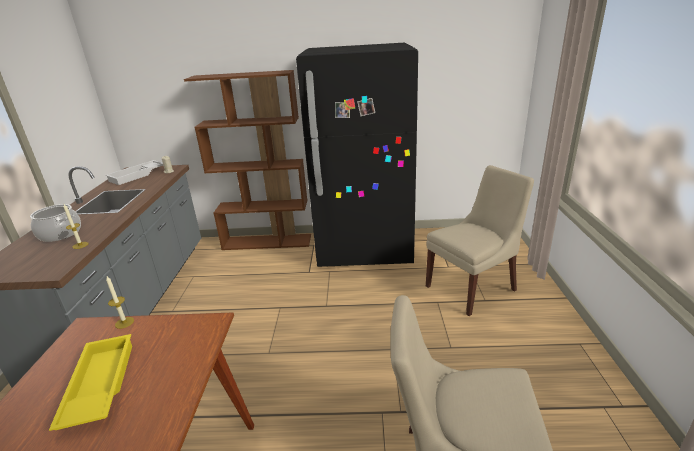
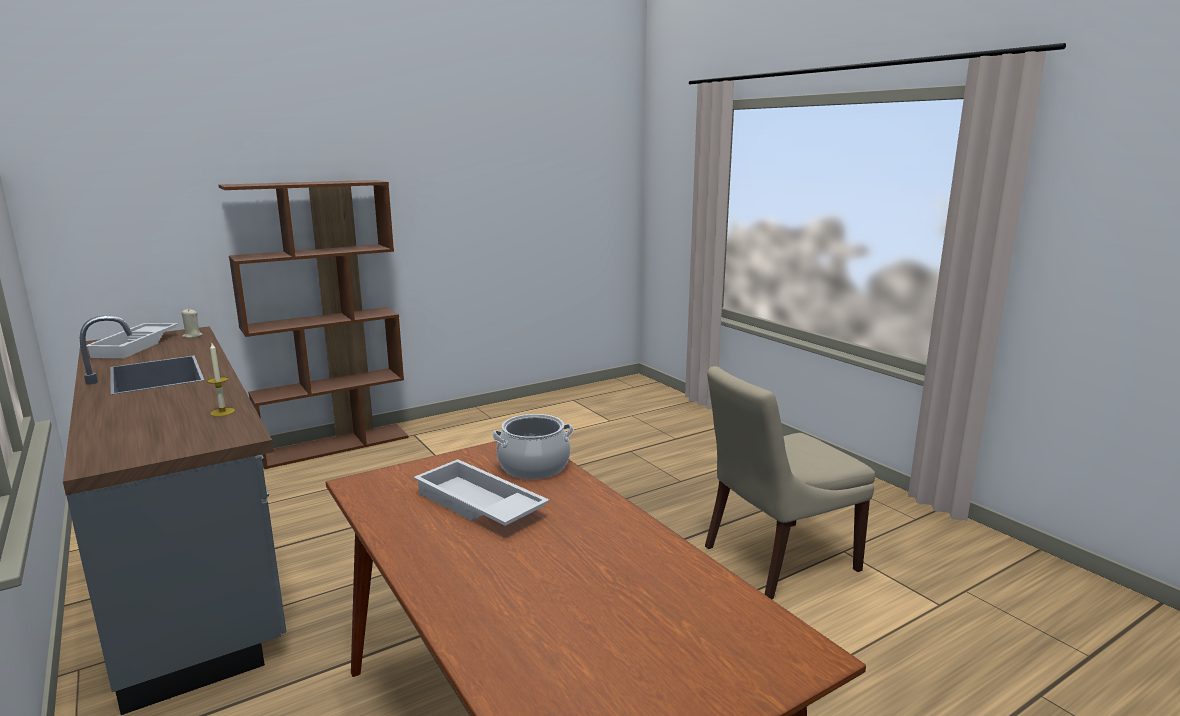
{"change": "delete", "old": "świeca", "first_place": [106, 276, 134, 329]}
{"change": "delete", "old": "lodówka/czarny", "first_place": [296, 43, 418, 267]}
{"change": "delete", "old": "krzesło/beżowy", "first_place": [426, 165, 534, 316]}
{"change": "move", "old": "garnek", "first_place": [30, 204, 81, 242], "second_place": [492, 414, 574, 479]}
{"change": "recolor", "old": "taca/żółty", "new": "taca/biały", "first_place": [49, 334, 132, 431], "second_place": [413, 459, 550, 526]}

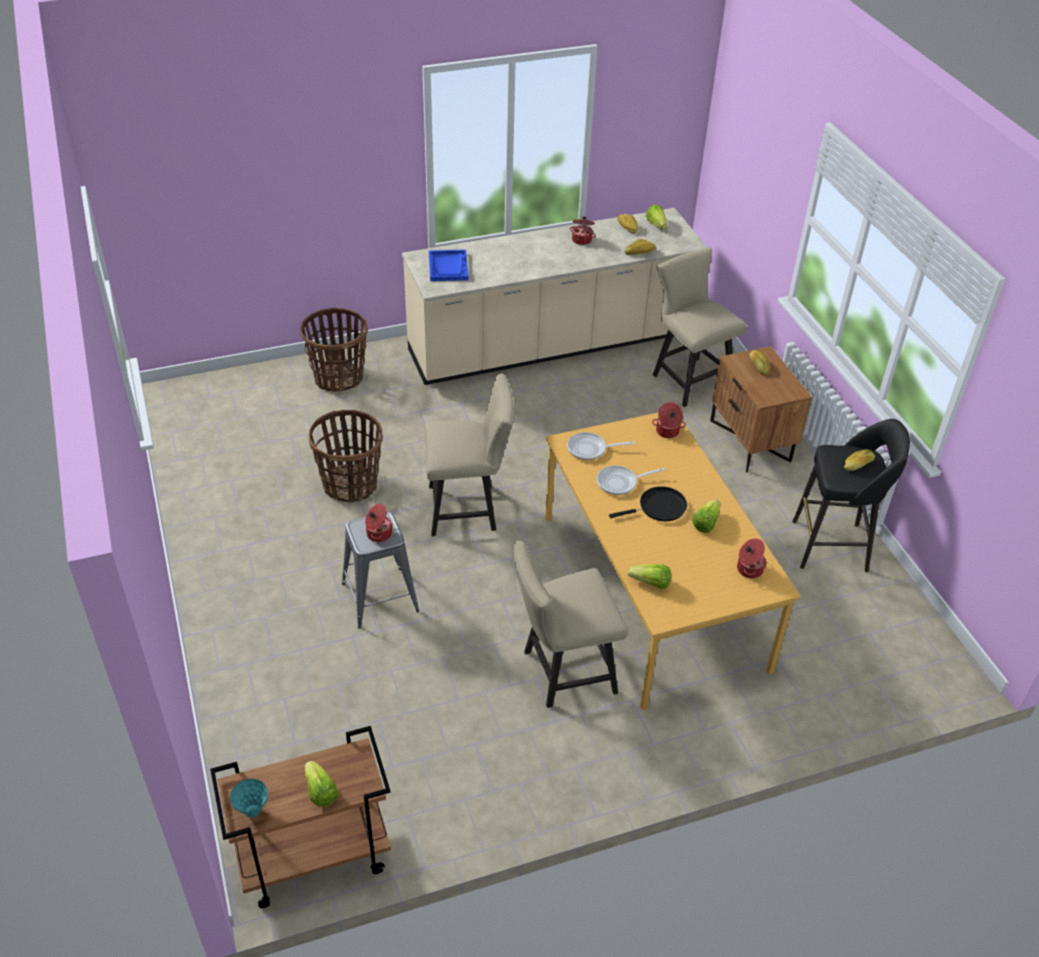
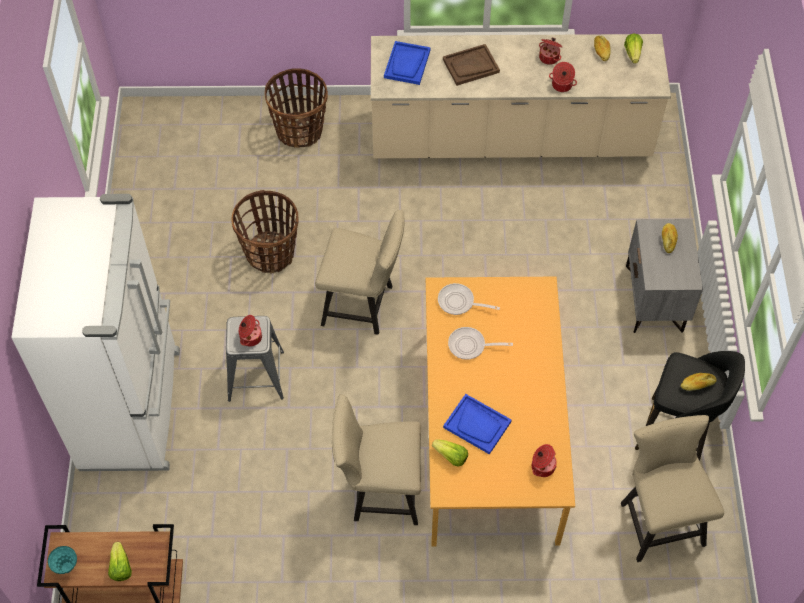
{"change": "delete", "old": "patelnia/czarny", "first_place": [609, 486, 687, 521]}
{"change": "delete", "old": "chleb", "first_place": [625, 239, 656, 255]}
{"change": "delete", "old": "sałata", "first_place": [692, 500, 721, 533]}
{"change": "insert", "new": "lodówka/biały", "second_place": [11, 194, 180, 471]}
{"change": "insert", "new": "taca/brązowy", "second_place": [443, 44, 500, 86]}
{"change": "insert", "new": "taca/niebieski", "second_place": [443, 394, 512, 455]}
{"change": "move", "old": "garnek", "first_place": [652, 402, 686, 438], "second_place": [549, 62, 577, 92]}
{"change": "move", "old": "krzesło/beżowy", "first_place": [653, 247, 746, 407], "second_place": [621, 415, 724, 562]}
{"change": "recolor", "old": "szafka nocna/brązowy", "new": "szafka nocna/szary", "first_place": [710, 346, 812, 473], "second_place": [626, 219, 703, 333]}

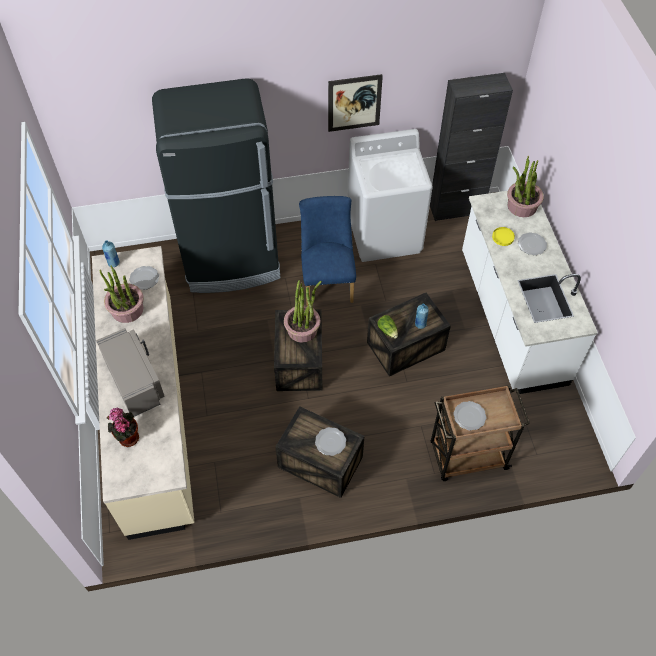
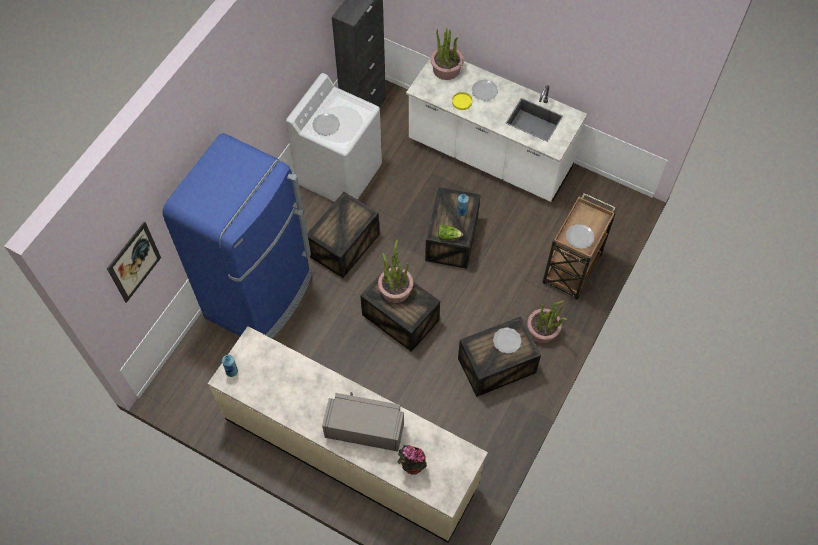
{"change": "move", "old": "roślina doniczkowa", "first_place": [100, 265, 144, 323], "second_place": [527, 300, 567, 344]}
{"change": "move", "old": "talerz", "first_place": [129, 266, 159, 290], "second_place": [312, 113, 340, 135]}
{"change": "move", "old": "obraz", "first_place": [328, 74, 383, 132], "second_place": [107, 221, 161, 303]}
{"change": "replace", "old": "krzesło/niebieski", "new": "skrzynka", "first_place": [299, 196, 356, 306], "second_place": [307, 192, 380, 278]}
{"change": "recolor", "old": "lodówka/czarny", "new": "lodówka/niebieski", "first_place": [152, 78, 281, 293], "second_place": [162, 133, 312, 339]}

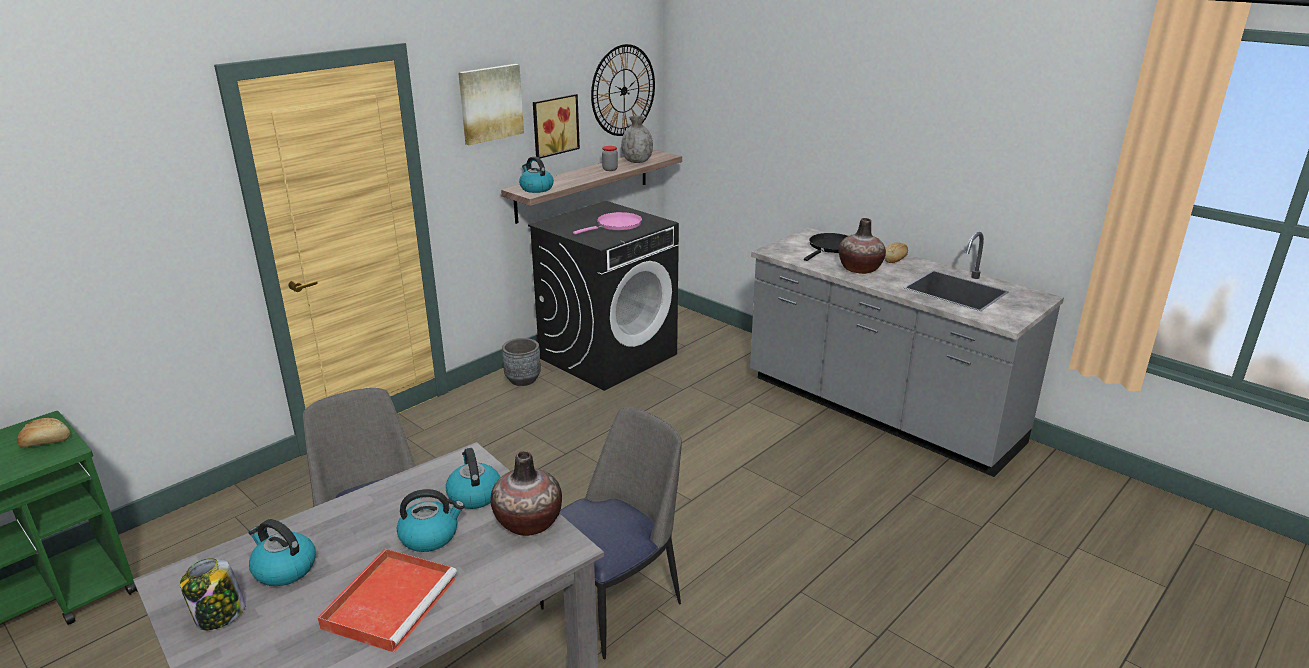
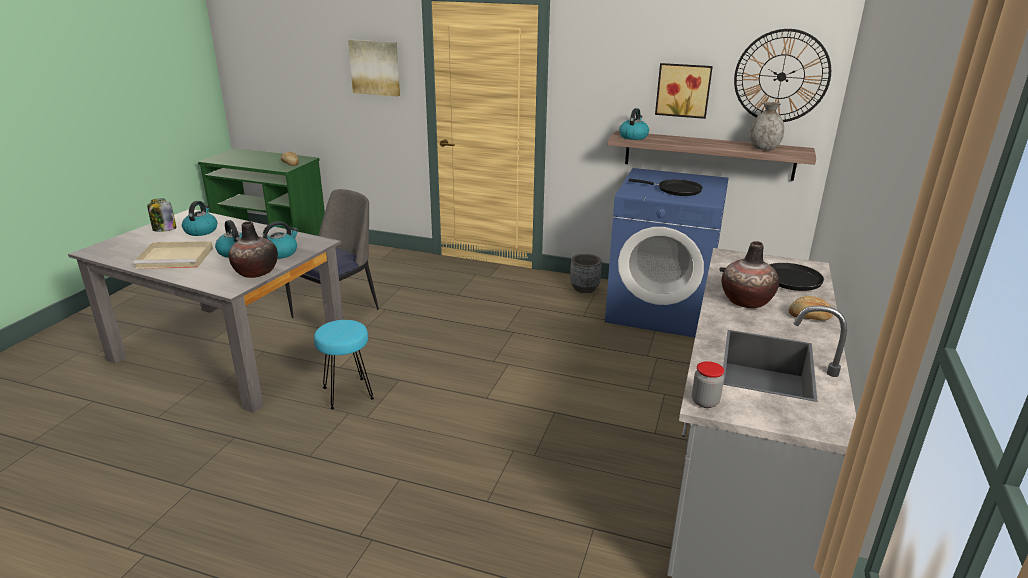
{"change": "move", "old": "obraz", "first_place": [458, 64, 524, 145], "second_place": [348, 40, 400, 97]}
{"change": "move", "old": "słoik", "first_place": [602, 146, 618, 171], "second_place": [692, 361, 724, 408]}
{"change": "replace", "old": "krzesło", "new": "stołek/turkusowy", "first_place": [540, 407, 682, 659], "second_place": [314, 320, 374, 409]}
{"change": "recolor", "old": "taca/czerwony", "new": "taca/beżowy", "first_place": [317, 549, 457, 653], "second_place": [134, 241, 213, 269]}
{"change": "recolor", "old": "pralka/czarny", "new": "pralka/niebieski", "first_place": [528, 201, 679, 391], "second_place": [605, 168, 729, 337]}
{"change": "recolor", "old": "patelnia/różowy", "new": "patelnia/czarny", "first_place": [573, 212, 642, 235], "second_place": [629, 179, 703, 196]}

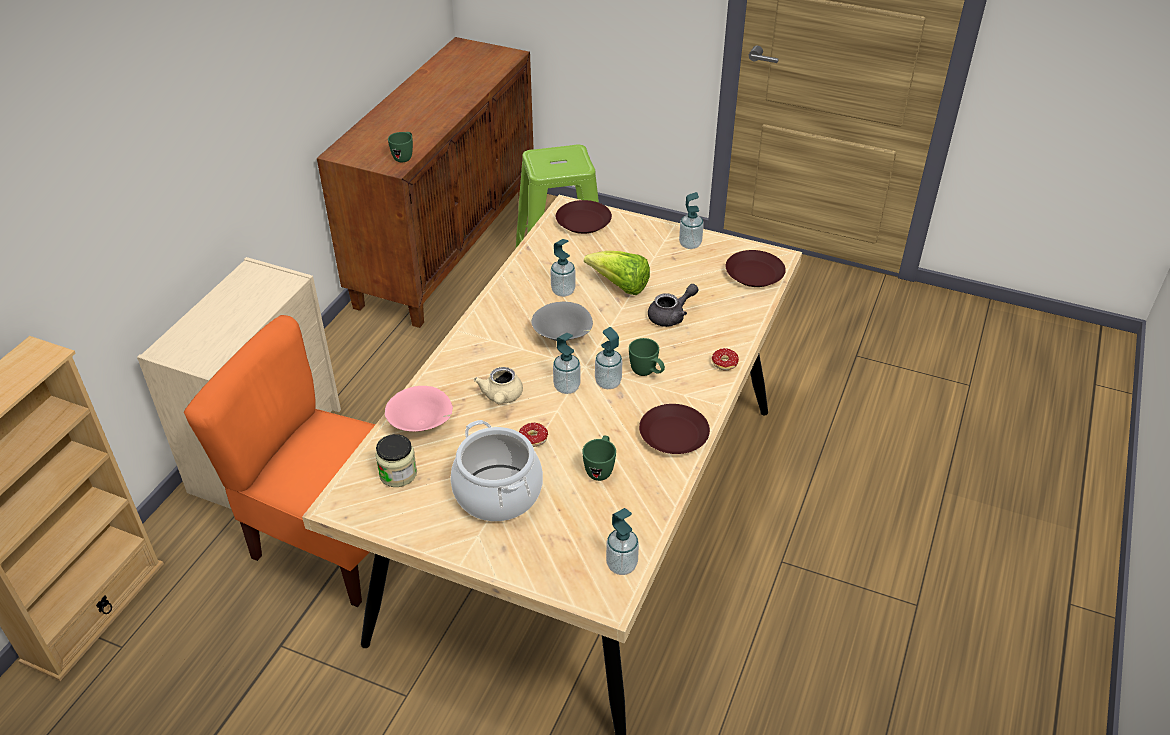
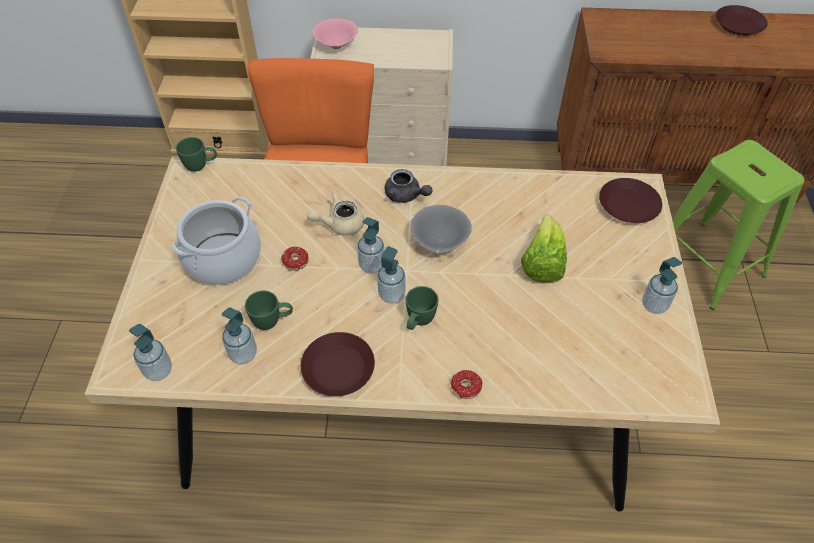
{"change": "delete", "old": "słoik", "first_place": [375, 434, 417, 487]}
{"change": "move", "old": "miska/różowy", "first_place": [385, 386, 453, 432], "second_place": [312, 18, 358, 49]}
{"change": "move", "old": "kubek/zielony", "first_place": [388, 132, 413, 163], "second_place": [176, 137, 217, 172]}
{"change": "move", "old": "dozownik mydła", "first_place": [550, 239, 576, 297], "second_place": [222, 307, 257, 365]}
{"change": "move", "old": "imbryk/szary", "first_place": [648, 284, 698, 327], "second_place": [385, 169, 433, 203]}
{"change": "move", "old": "talerz/brązowy", "first_place": [726, 250, 786, 287], "second_place": [715, 5, 768, 36]}

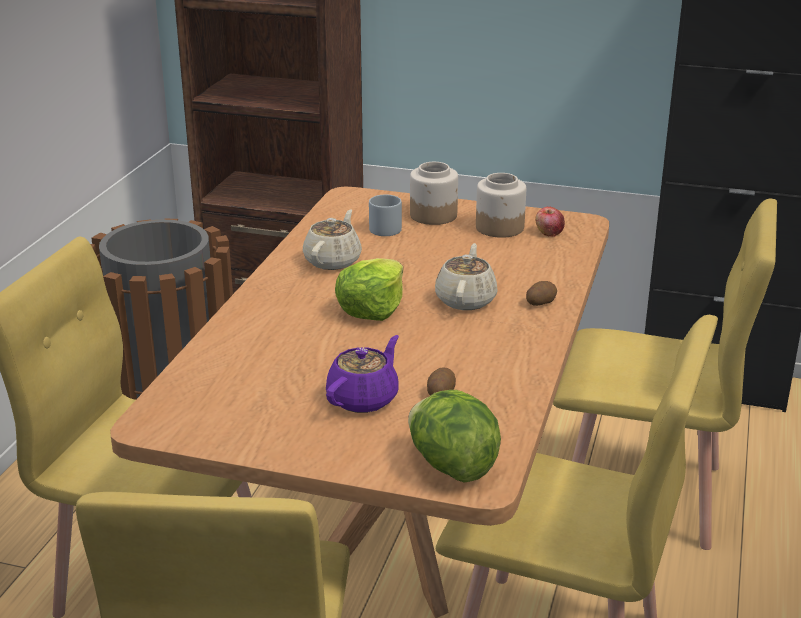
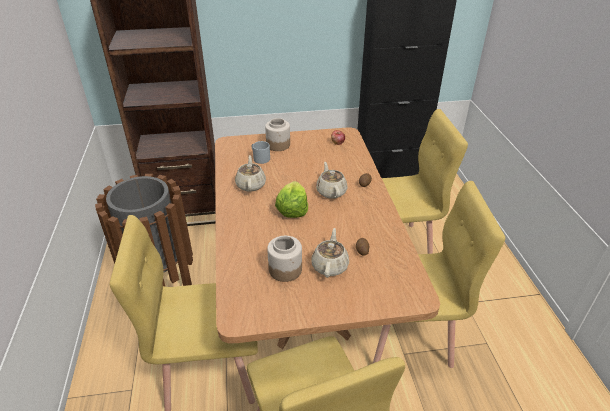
{"change": "delete", "old": "sałata", "first_place": [408, 390, 501, 483]}
{"change": "move", "old": "słoik", "first_place": [476, 173, 526, 238], "second_place": [267, 236, 302, 282]}
{"change": "recolor", "old": "imbryk/fioletowy", "new": "imbryk/beżowy", "first_place": [326, 335, 399, 413], "second_place": [311, 228, 349, 278]}

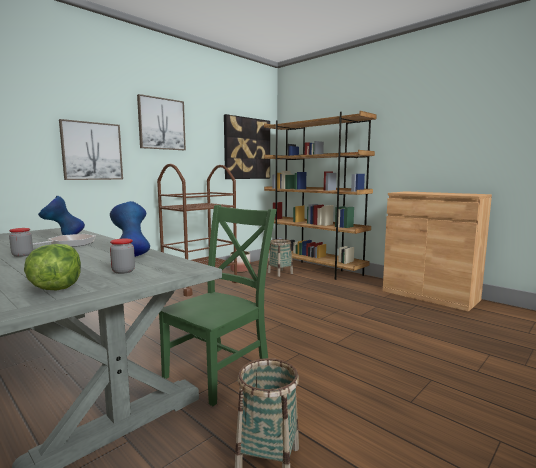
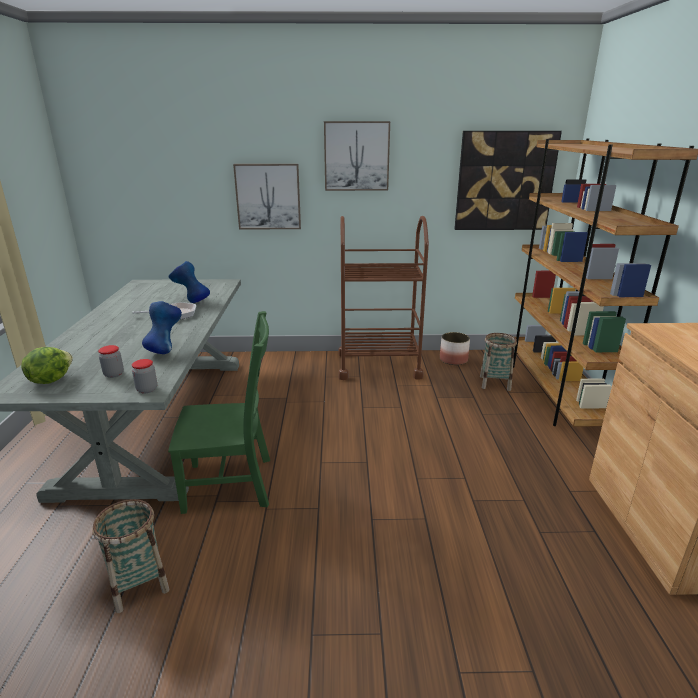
{"change": "move", "old": "słoik", "first_place": [9, 228, 33, 257], "second_place": [132, 359, 157, 393]}

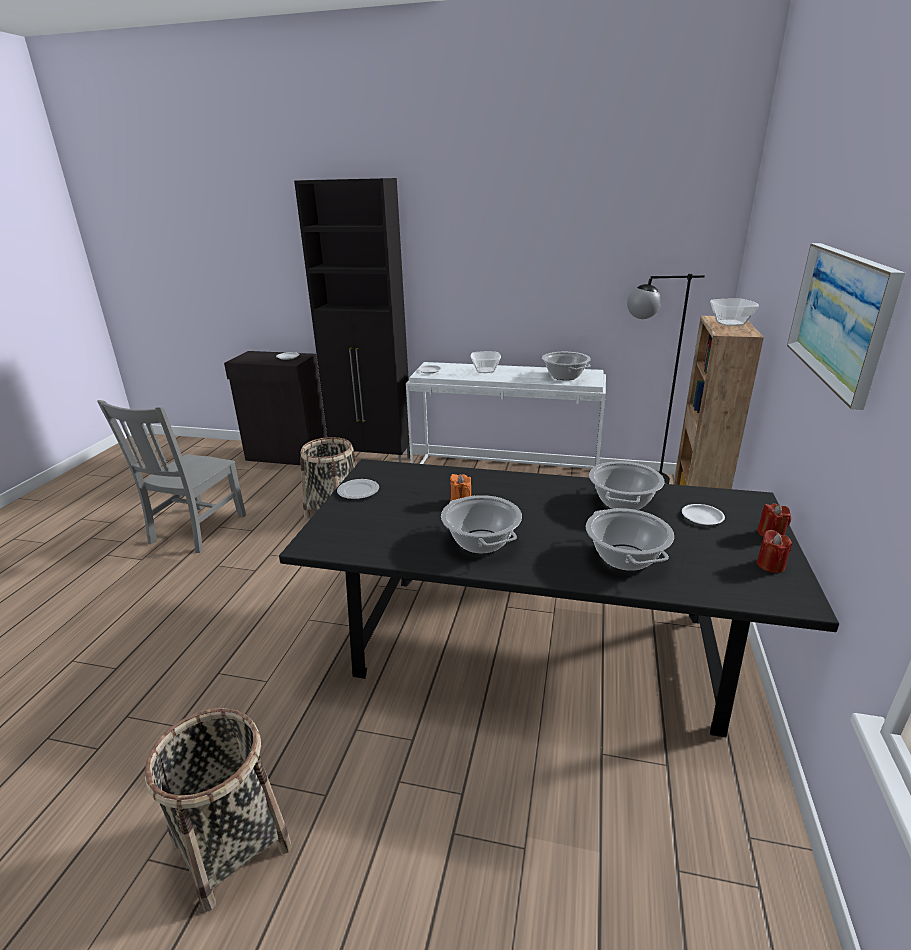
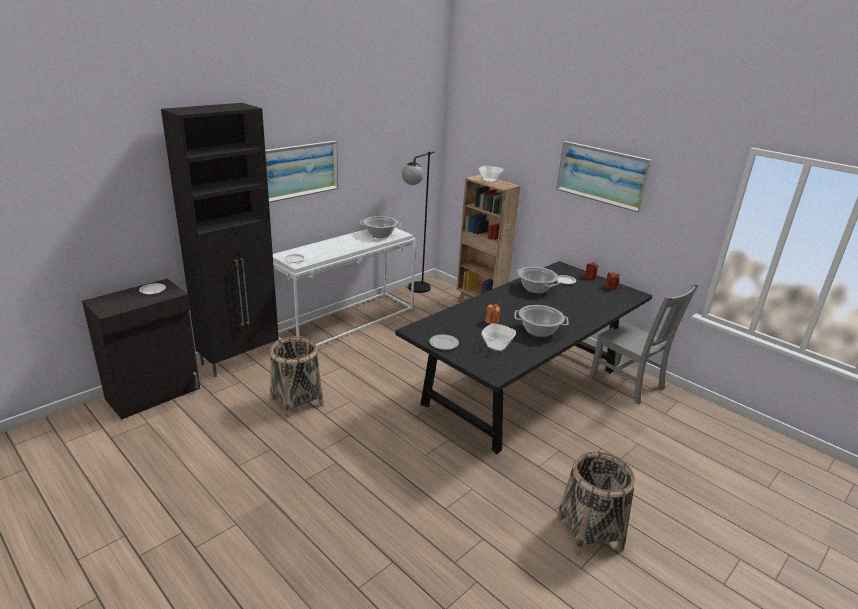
{"change": "delete", "old": "garnek", "first_place": [586, 508, 674, 571]}
{"change": "insert", "new": "obraz", "second_place": [265, 141, 338, 203]}
{"change": "move", "old": "krzesło/szary", "first_place": [97, 400, 246, 553], "second_place": [589, 283, 699, 404]}
{"change": "move", "old": "miska", "first_place": [470, 351, 501, 373], "second_place": [481, 323, 516, 351]}

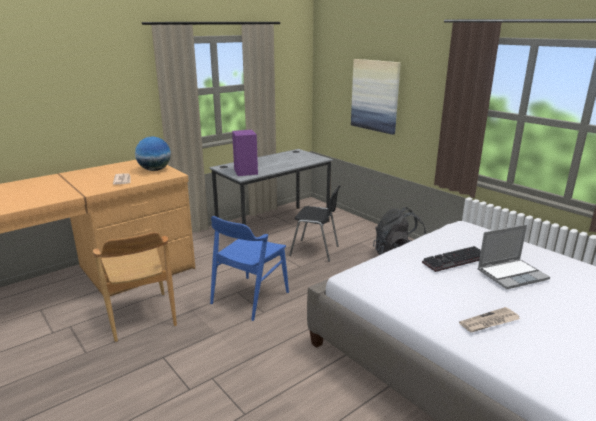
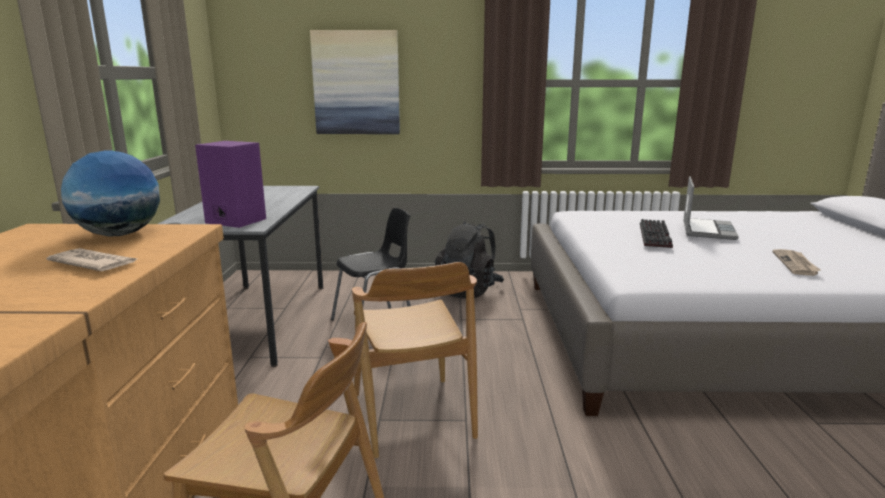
{"change": "recolor", "old": "krzesło/niebieski", "new": "krzesło/brązowy", "first_place": [210, 216, 289, 321], "second_place": [352, 262, 478, 458]}

